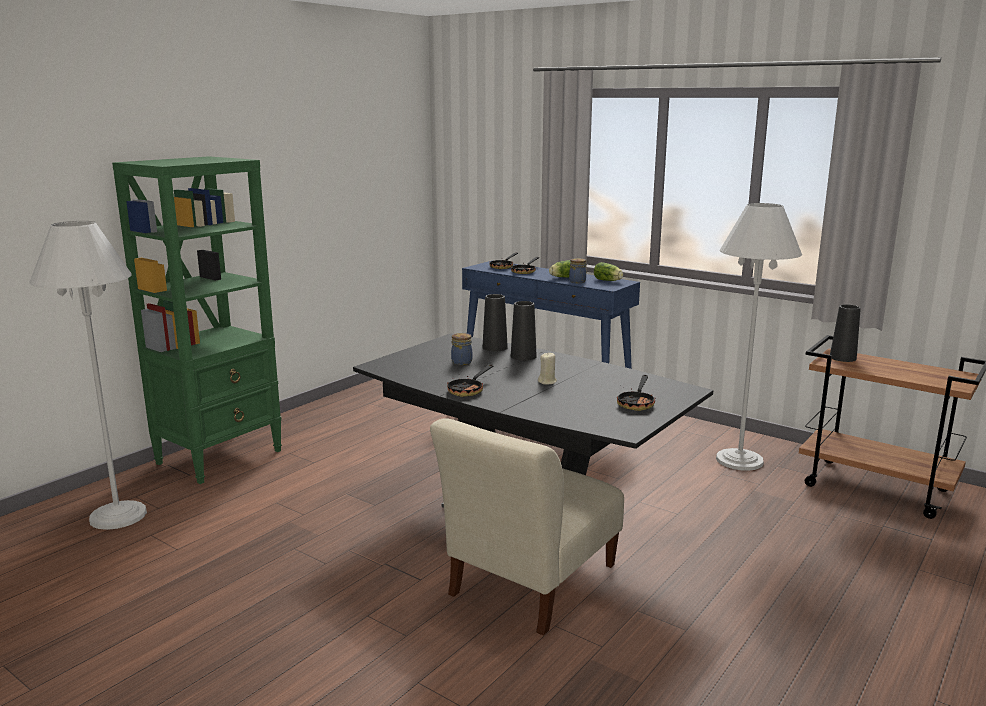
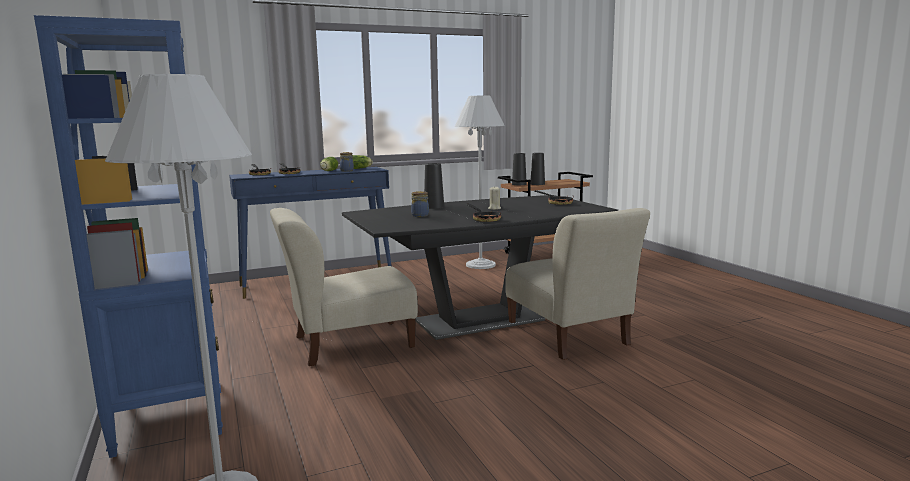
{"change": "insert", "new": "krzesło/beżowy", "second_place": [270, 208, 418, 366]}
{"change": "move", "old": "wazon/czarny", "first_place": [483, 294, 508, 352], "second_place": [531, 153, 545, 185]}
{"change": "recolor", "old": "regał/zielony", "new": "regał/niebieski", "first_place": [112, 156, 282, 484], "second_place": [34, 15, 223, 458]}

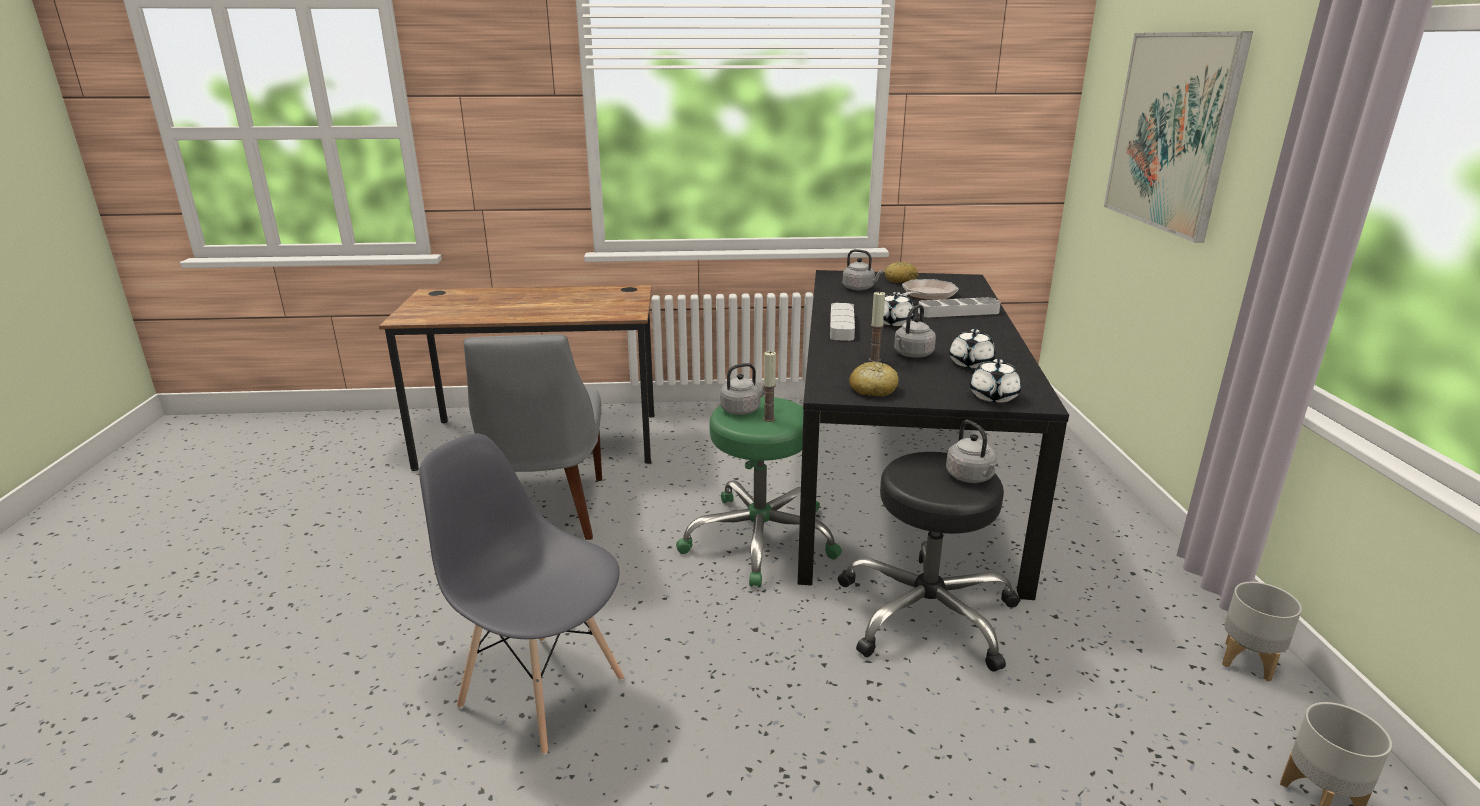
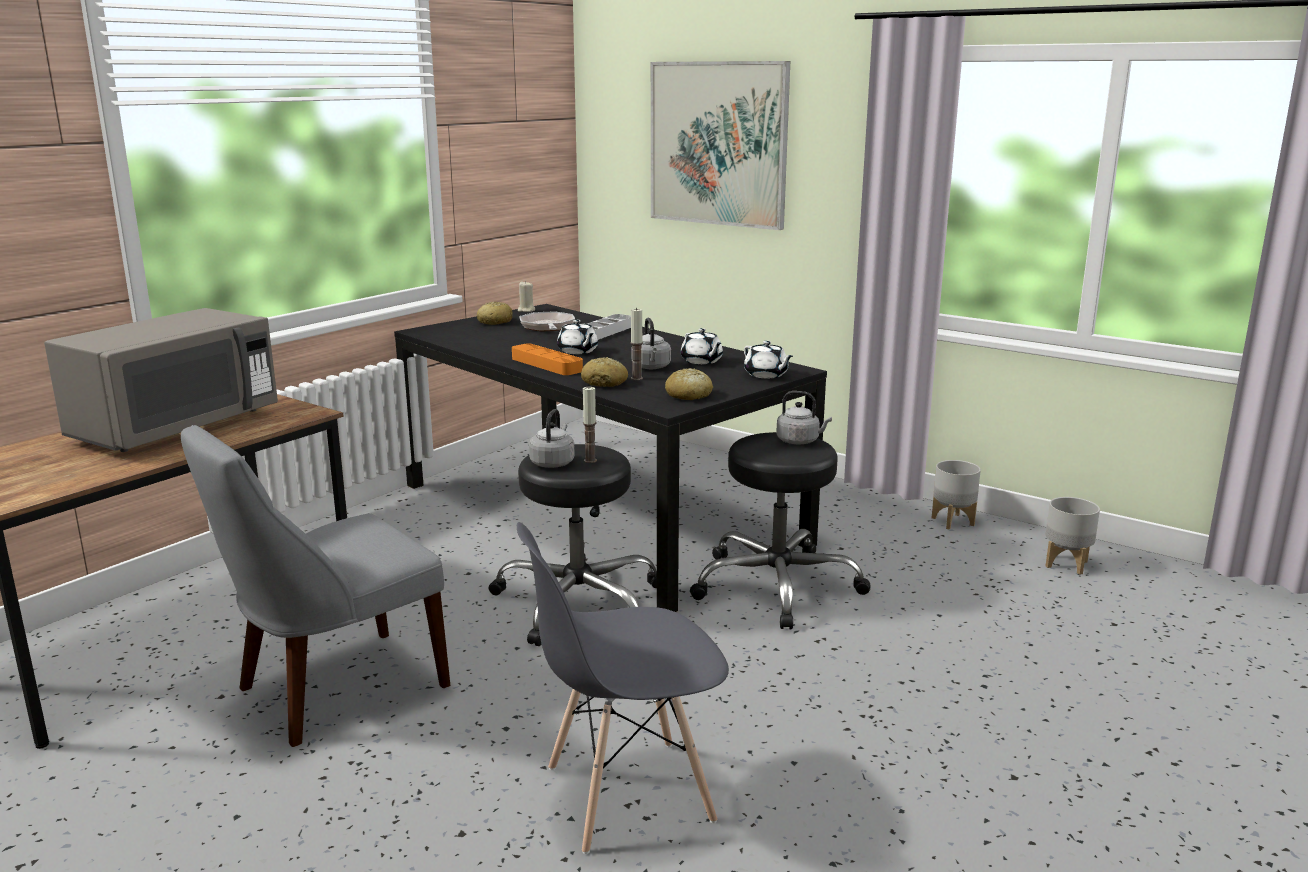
{"change": "delete", "old": "czajnik/szary", "first_place": [842, 249, 883, 290]}
{"change": "insert", "new": "mikrofalówka/szary", "second_place": [44, 308, 278, 452]}
{"change": "insert", "new": "świeca/beżowy", "second_place": [518, 281, 535, 312]}
{"change": "insert", "new": "chleb", "second_place": [581, 357, 628, 387]}
{"change": "recolor", "old": "stołek/zielony", "new": "stołek/czarny", "first_place": [676, 396, 842, 588], "second_place": [489, 444, 657, 646]}
{"change": "recolor", "old": "taca/szary", "new": "taca/pomarańczowy", "first_place": [830, 303, 855, 341], "second_place": [512, 344, 583, 375]}
{"change": "rotate", "old": "krzesło/szary", "first_place": [463, 335, 602, 540], "second_place": [181, 425, 450, 747], "degrees": 105}

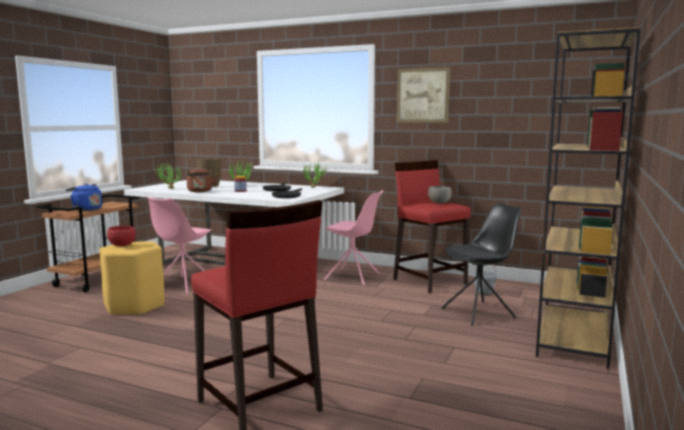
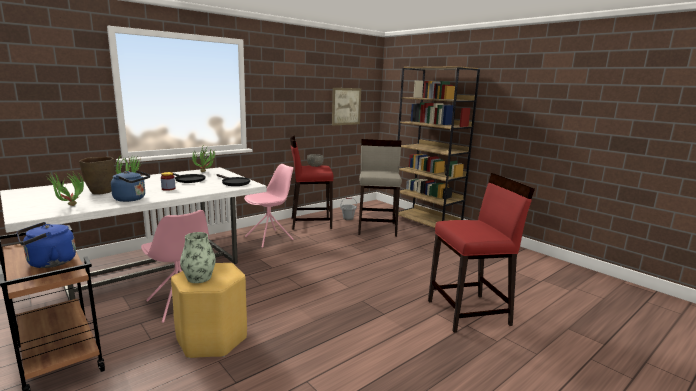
{"change": "move", "old": "obraz", "first_place": [397, 67, 450, 123], "second_place": [332, 88, 361, 125]}
{"change": "replace", "old": "miska/czerwony", "new": "wazon", "first_place": [107, 226, 136, 246], "second_place": [180, 232, 216, 283]}
{"change": "replace", "old": "krzesło/czarny", "new": "stołek/beżowy", "first_place": [441, 203, 521, 326], "second_place": [358, 139, 402, 237]}
{"change": "recolor", "old": "czajnik/brązowy", "new": "czajnik/niebieski", "first_place": [186, 167, 218, 192], "second_place": [111, 170, 150, 202]}

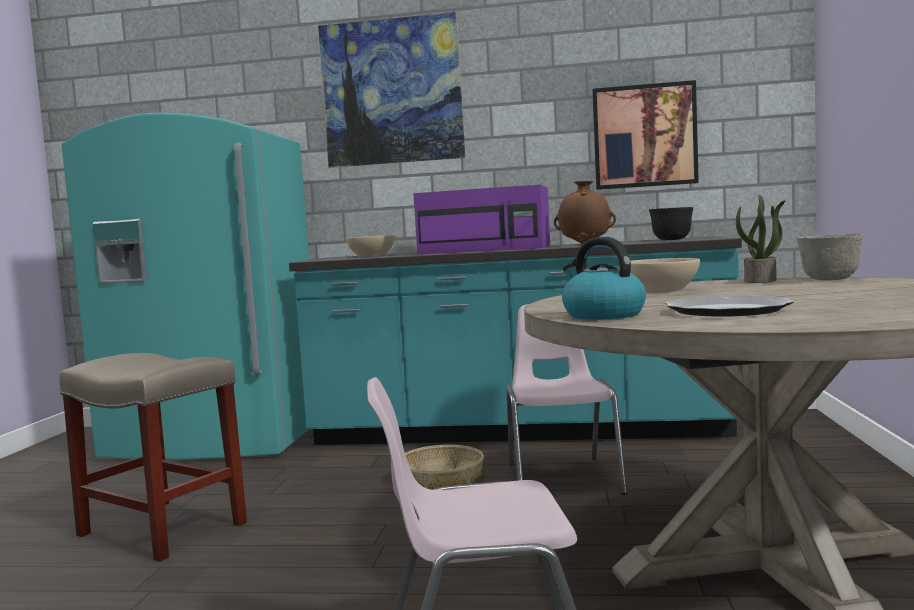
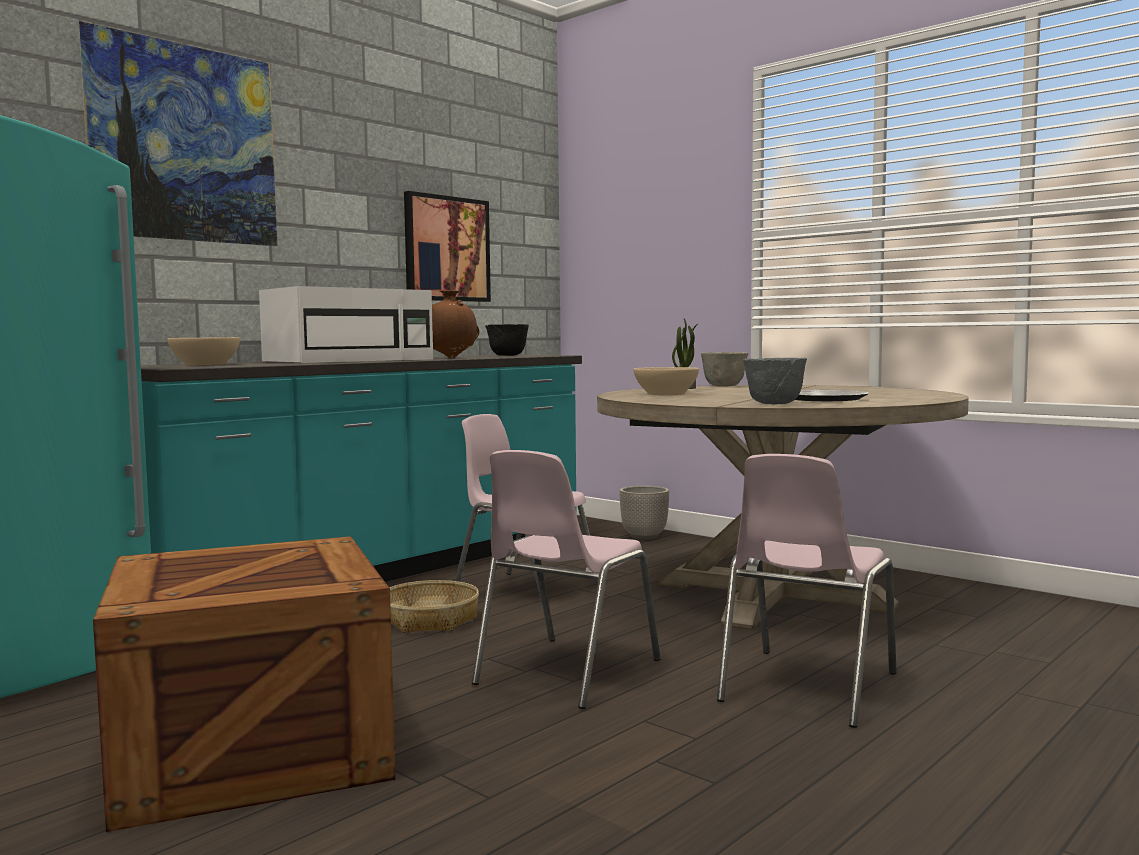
{"change": "insert", "new": "krzesło/różowy", "second_place": [472, 450, 661, 709]}
{"change": "insert", "new": "donica", "second_place": [619, 486, 669, 540]}
{"change": "replace", "old": "stołek/beżowy", "new": "skrzynka", "first_place": [59, 353, 247, 562], "second_place": [93, 536, 396, 832]}
{"change": "replace", "old": "czajnik", "new": "miska/szary", "first_place": [562, 237, 646, 320], "second_place": [743, 358, 807, 404]}
{"change": "recolor", "old": "mikrofalówka/fioletowy", "new": "mikrofalówka/biały", "first_place": [413, 185, 550, 254], "second_place": [259, 286, 433, 363]}

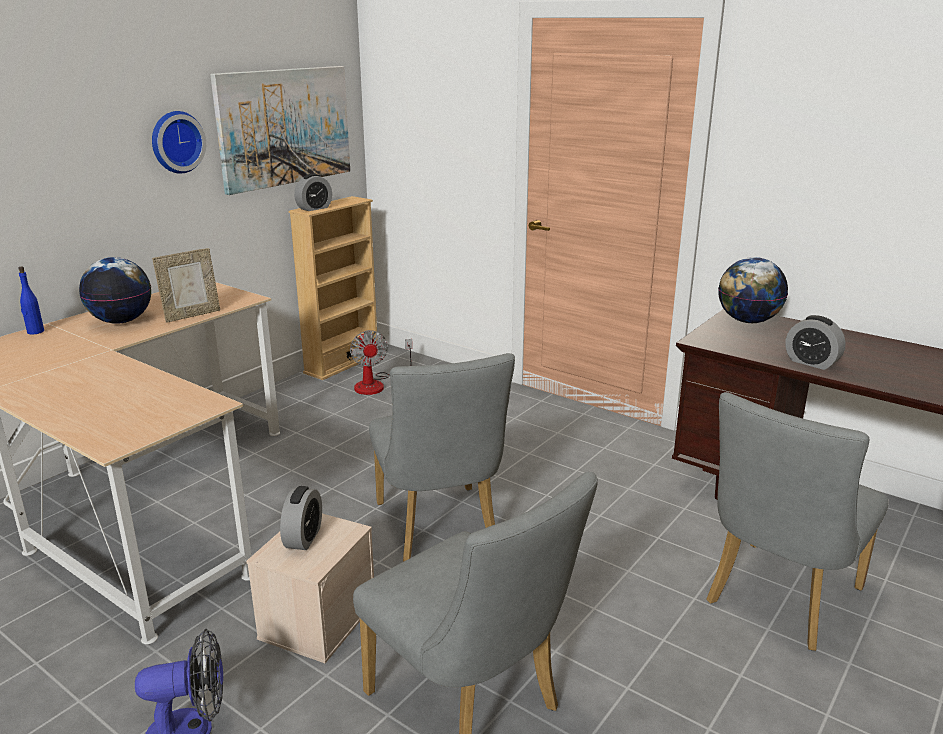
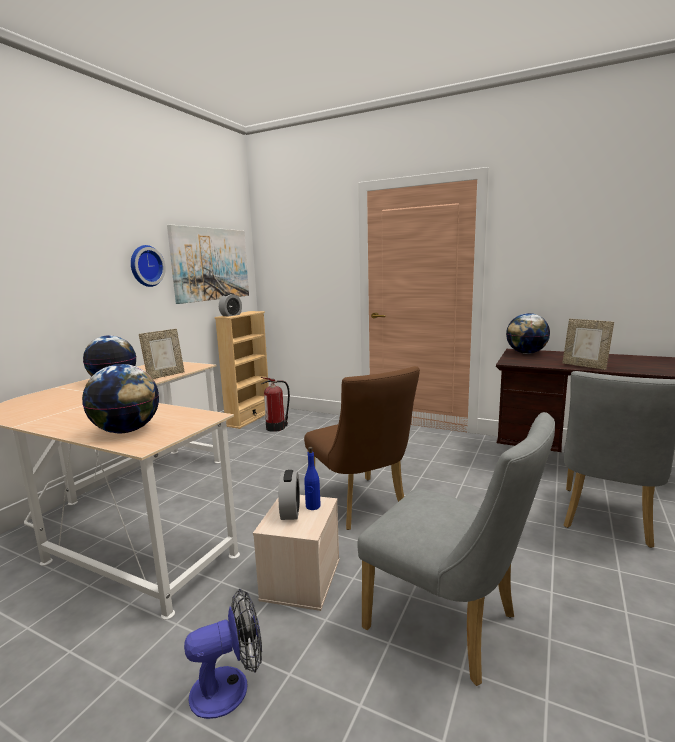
{"change": "insert", "new": "globus", "second_place": [82, 364, 159, 433]}
{"change": "move", "old": "butelka/niebieski", "first_place": [18, 267, 44, 335], "second_place": [304, 447, 321, 510]}
{"change": "replace", "old": "wentylator", "new": "gaśnica", "first_place": [350, 330, 413, 395], "second_place": [261, 377, 290, 432]}
{"change": "replace", "old": "budzik", "new": "ramka na zdjęcie", "first_place": [785, 315, 846, 370], "second_place": [563, 319, 614, 370]}
{"change": "recolor", "old": "krzesło/szary", "new": "krzesło/brązowy", "first_place": [369, 353, 515, 562], "second_place": [304, 366, 420, 530]}

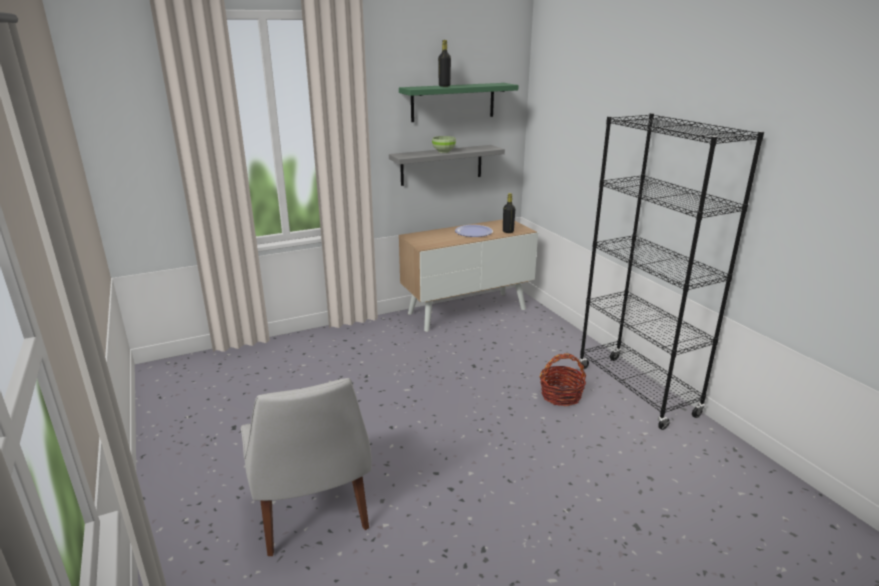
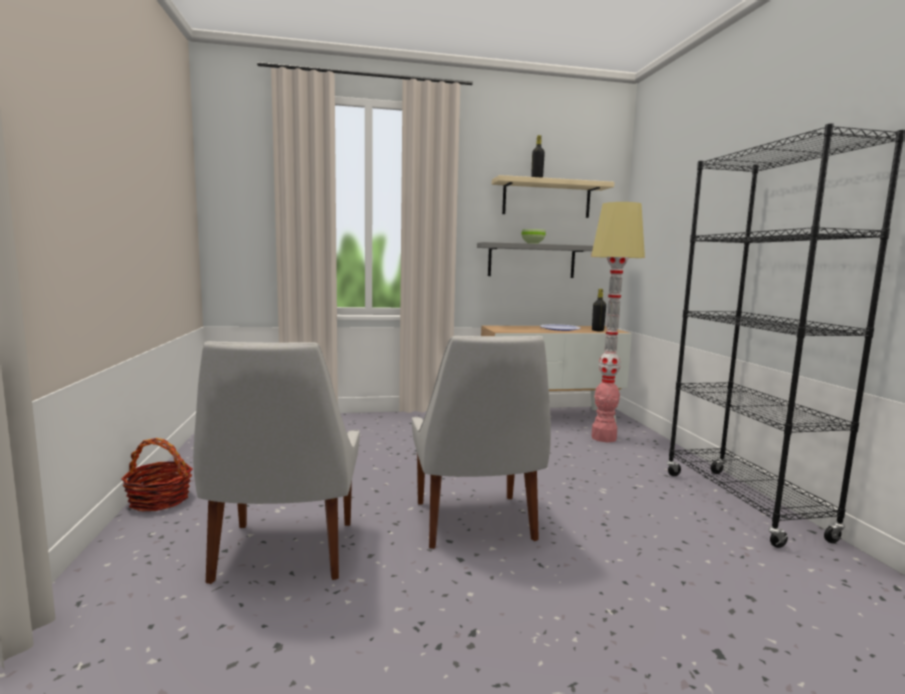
{"change": "insert", "new": "krzesło/biały", "second_place": [412, 336, 551, 549]}
{"change": "insert", "new": "lampa stojąca", "second_place": [591, 202, 645, 443]}
{"change": "move", "old": "koszyk", "first_place": [539, 353, 586, 406], "second_place": [121, 438, 192, 512]}
{"change": "recolor", "old": "półka/zielony", "new": "półka/beżowy", "first_place": [399, 83, 519, 122], "second_place": [492, 175, 614, 218]}

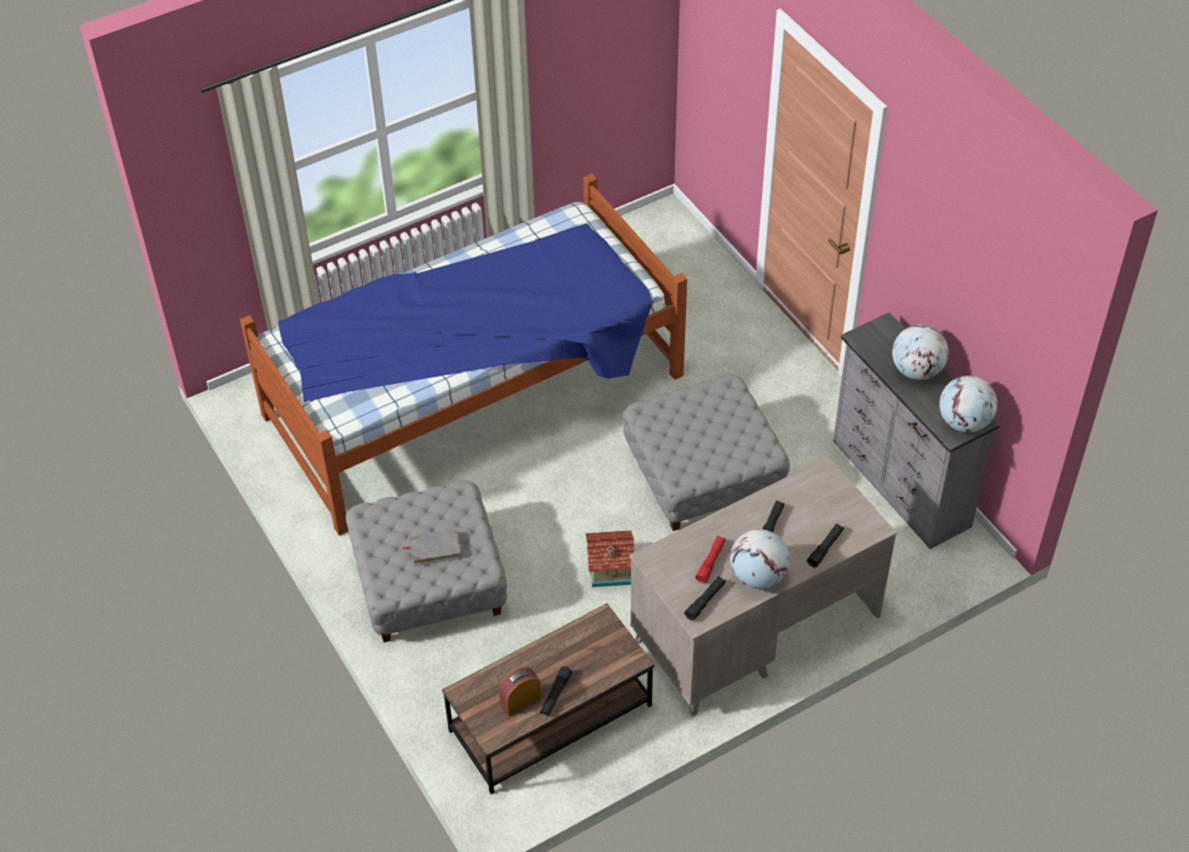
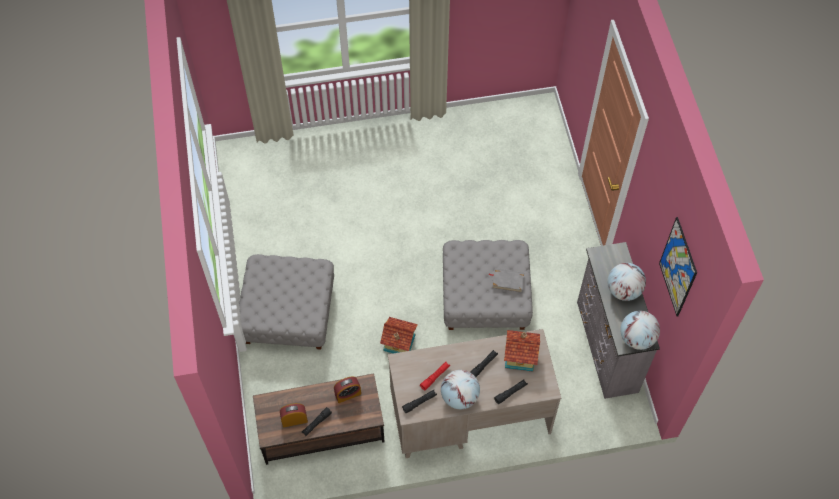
{"change": "delete", "old": "łóżko", "first_place": [240, 174, 687, 536]}
{"change": "insert", "new": "budzik", "second_place": [334, 376, 361, 403]}
{"change": "insert", "new": "domek", "second_place": [504, 330, 540, 372]}
{"change": "insert", "new": "obraz", "second_place": [659, 217, 697, 316]}
{"change": "move", "old": "książka/szary", "first_place": [402, 528, 462, 566], "second_place": [488, 268, 525, 293]}

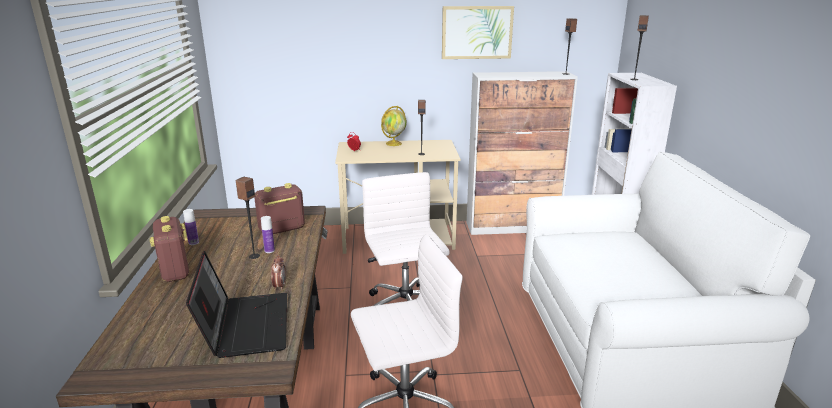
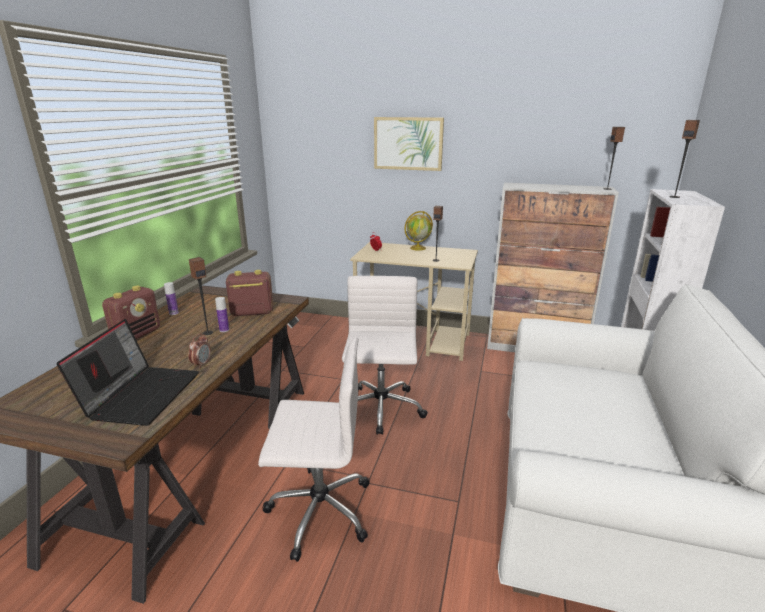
{"change": "move", "old": "obraz", "first_place": [442, 6, 514, 59], "second_place": [374, 117, 444, 171]}
{"change": "rotate", "old": "radio", "first_place": [150, 216, 189, 282], "second_place": [102, 286, 160, 339], "degrees": -150}

